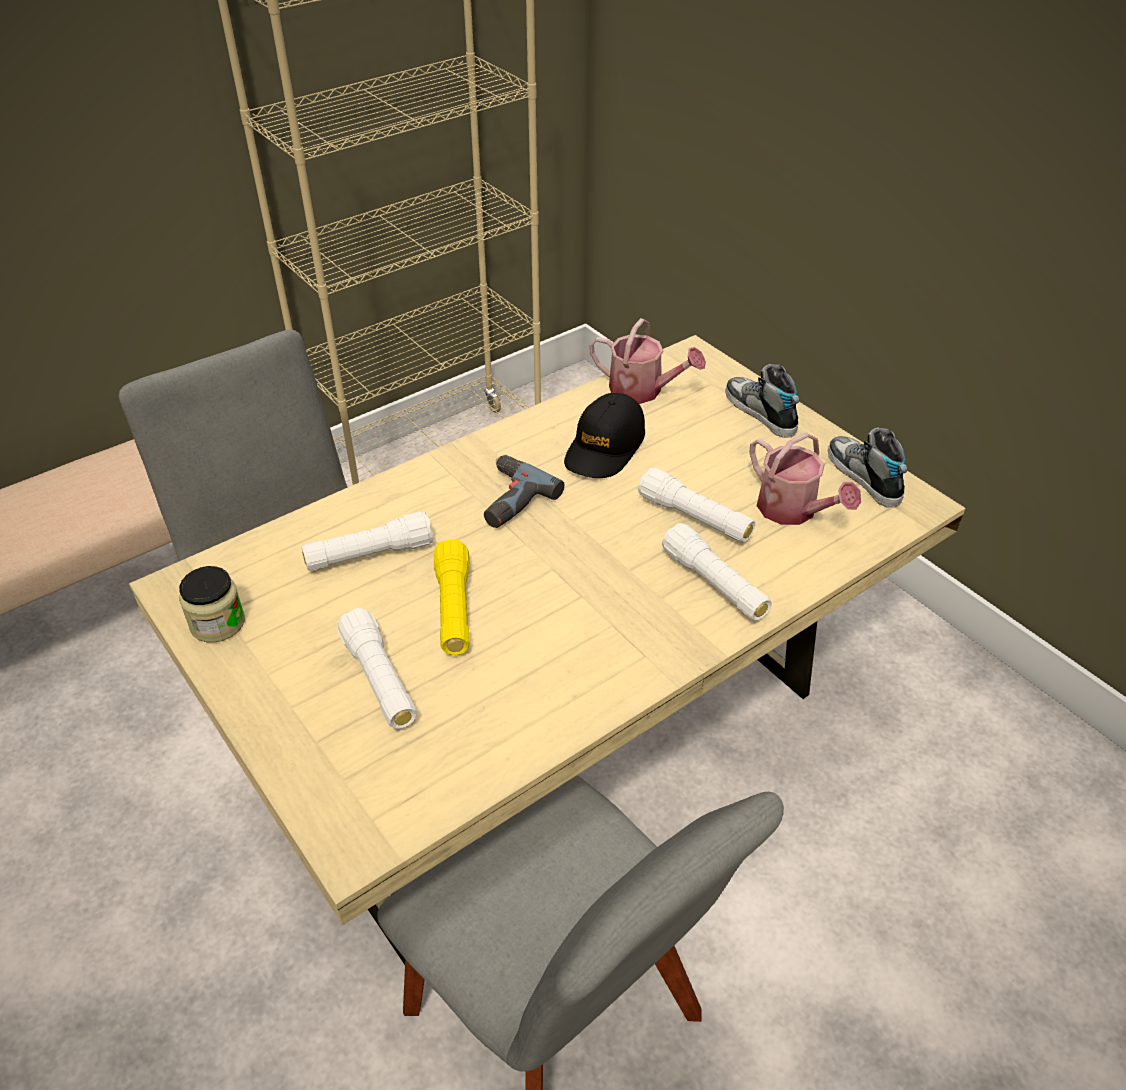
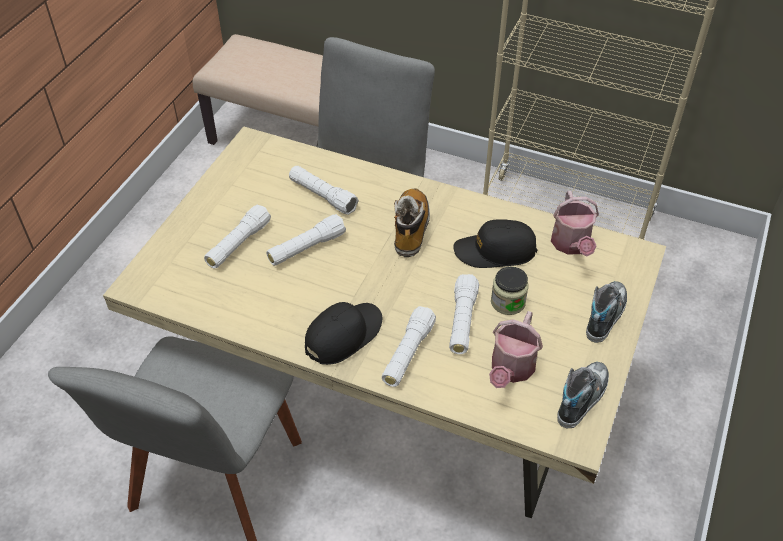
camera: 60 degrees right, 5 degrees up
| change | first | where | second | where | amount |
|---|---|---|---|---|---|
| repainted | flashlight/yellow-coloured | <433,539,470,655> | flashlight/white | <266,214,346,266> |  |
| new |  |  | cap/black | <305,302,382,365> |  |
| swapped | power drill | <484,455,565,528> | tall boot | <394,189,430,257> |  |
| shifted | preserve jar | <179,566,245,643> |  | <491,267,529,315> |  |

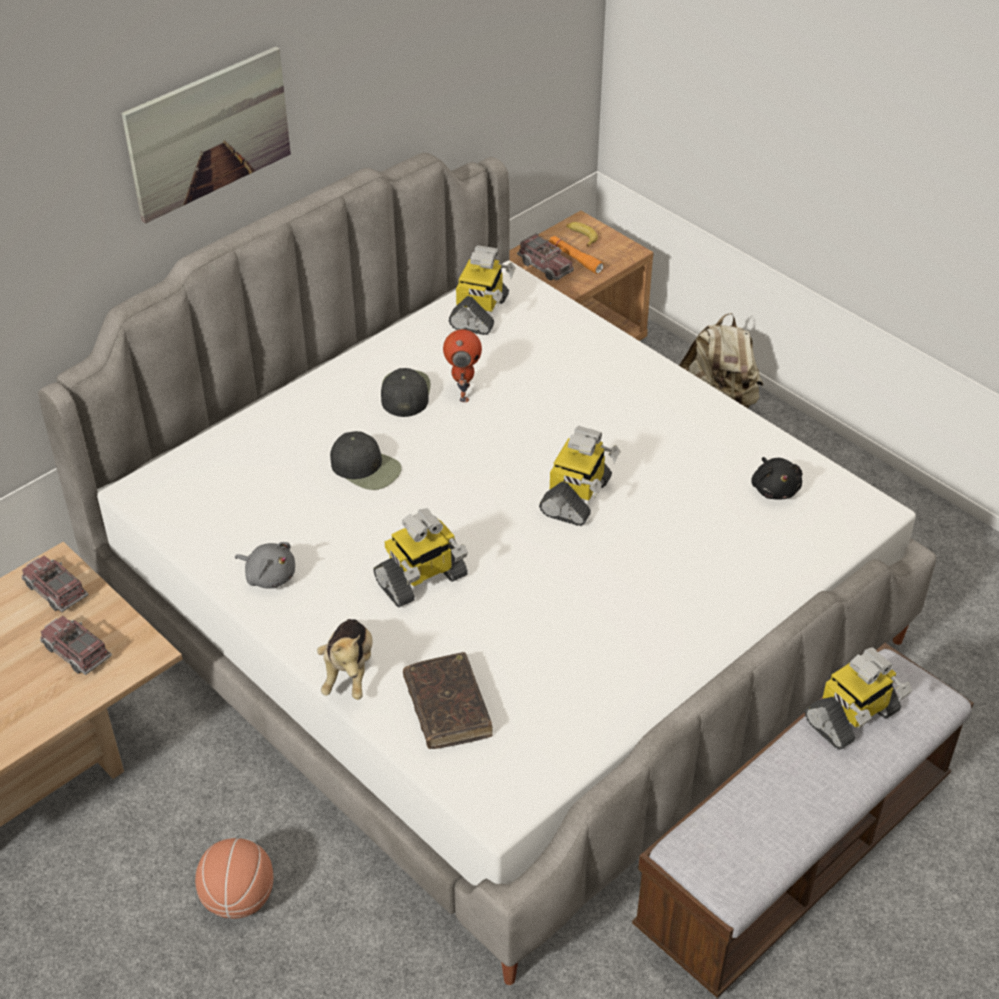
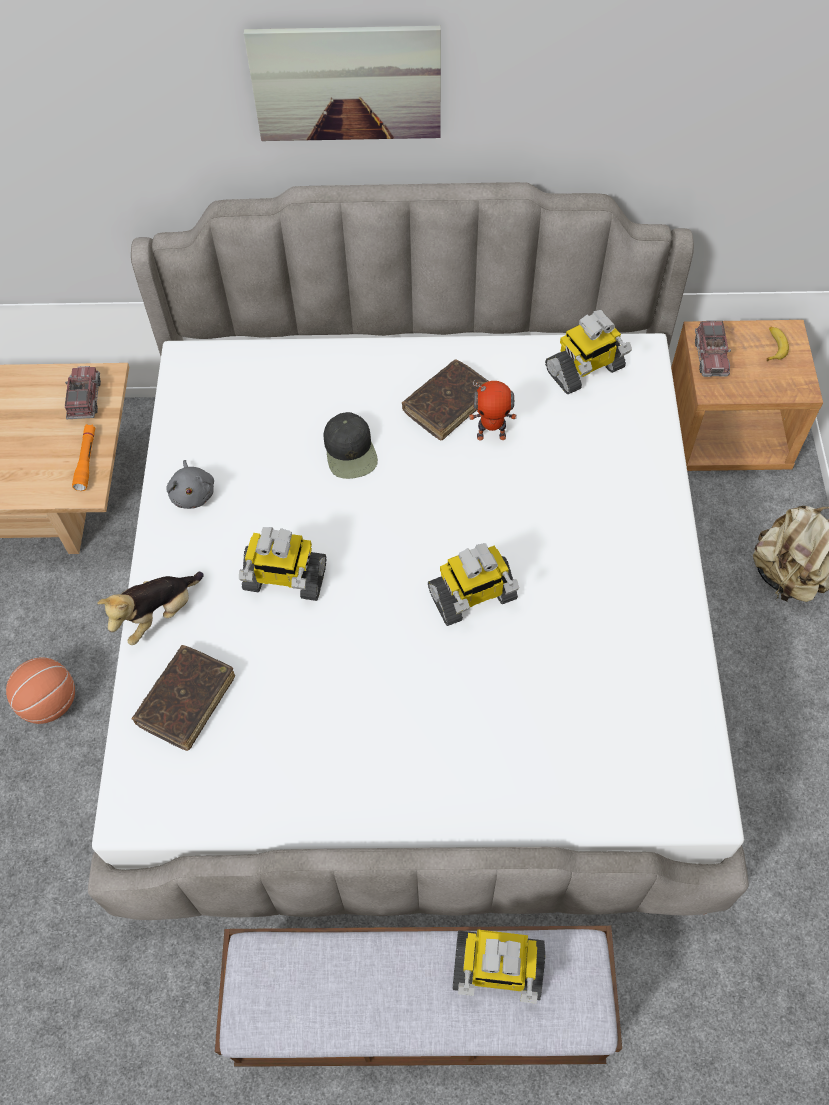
camera: 45 degrees right, 15 degrees up
| change | first | where | second | where | amount |
|---|---|---|---|---|---|
| shifted | flashlight/orangey | <549,236,604,274> |  | <72,424,95,491> |  |
| swapped | cap/black | <381,368,431,417> | volume/brown | <402,359,488,440> |  |
| rotated | toy robot | <443,329,482,402> |  | <469,380,517,440> | 45 degrees clockwise |
| gone | model truck | <40,616,112,675> |  |  |  |
| gone | soft toy/black | <751,457,803,500> |  |  |  |

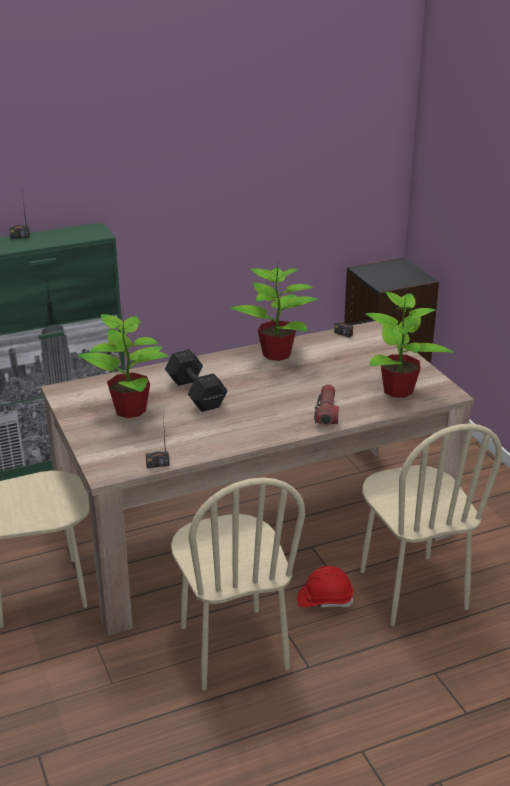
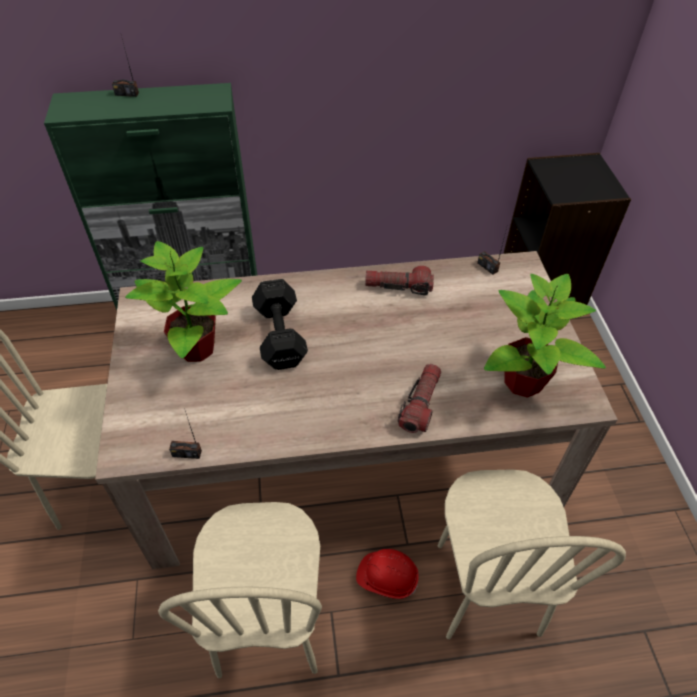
camera: 15 degrees right, 20 degrees up
| change | first | where | second | where | amount |
|---|---|---|---|---|---|
| swapped | houseplant | <231,263,318,361> | flashlight | <365,266,434,296> |  |

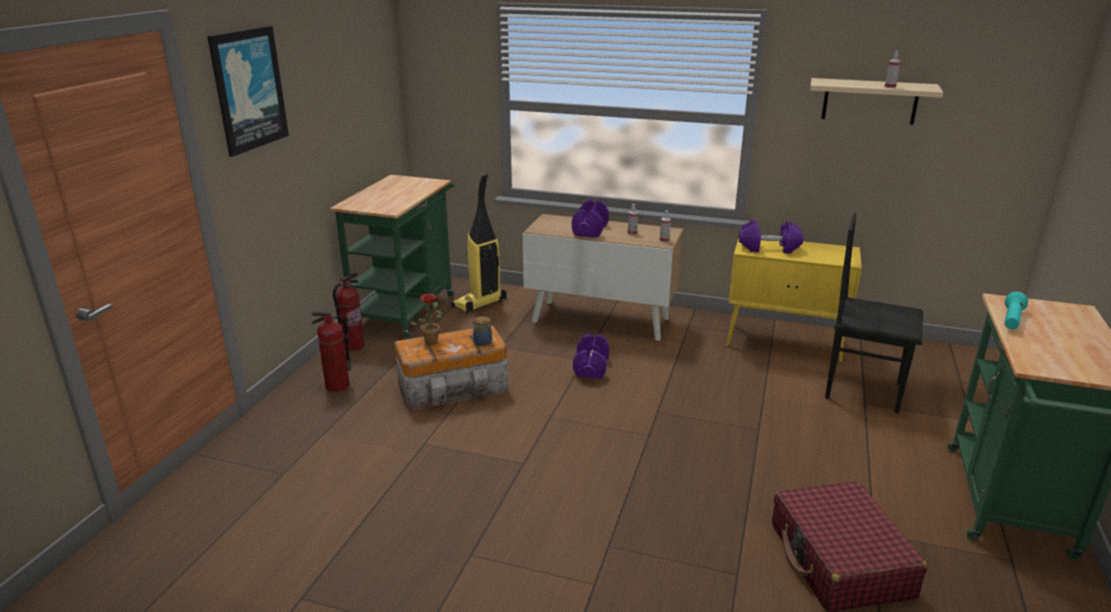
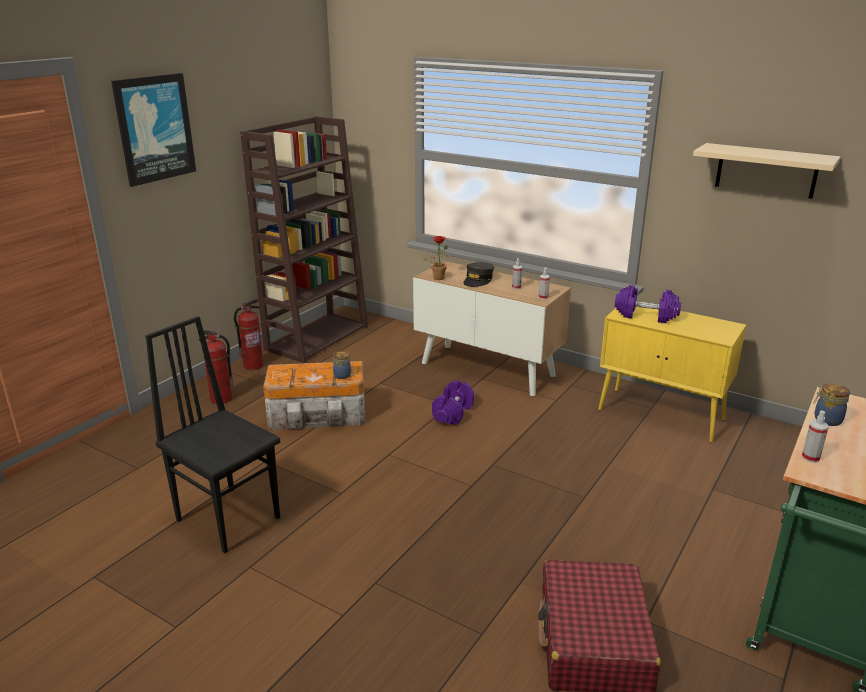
camera: 15 degrees right, 0 degrees up
| change | first | where | second | where | amount |
|---|---|---|---|---|---|
| shifted | plain chair/black | <825,213,923,413> |  | <145,316,280,553> |  |
| swapped | wheeled cart/green-coloured | <330,175,455,339> | shelving unit/brown | <240,116,368,363> |  |
| shifted | houseplant | <411,294,442,345> |  | <423,236,450,280> |  |
| swapped | hand weight/purple-coloured | <572,199,609,238> | cap/greyish | <463,262,494,287> |  |
| shifted | sprayer | <885,51,901,88> |  | <802,410,829,463> |  |
| swapped | flashlight/blue-green | <1005,292,1028,329> | preserve jar | <813,383,850,426> |  |
| gone | vacuum | <451,173,507,313> |  |  |  |

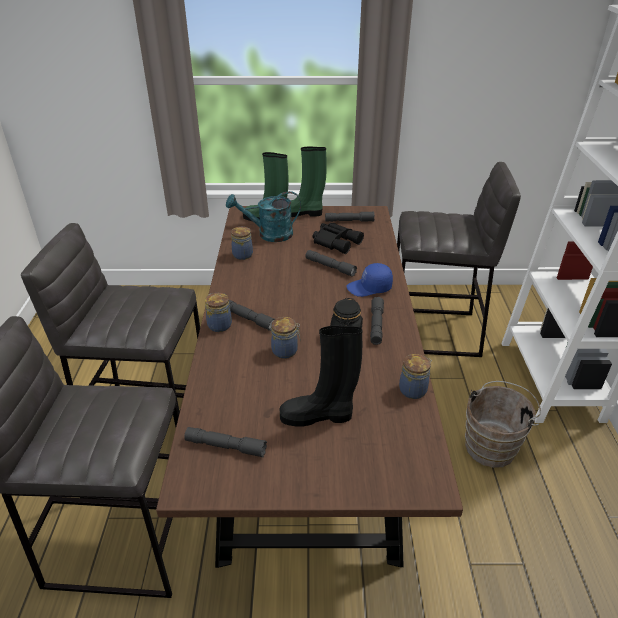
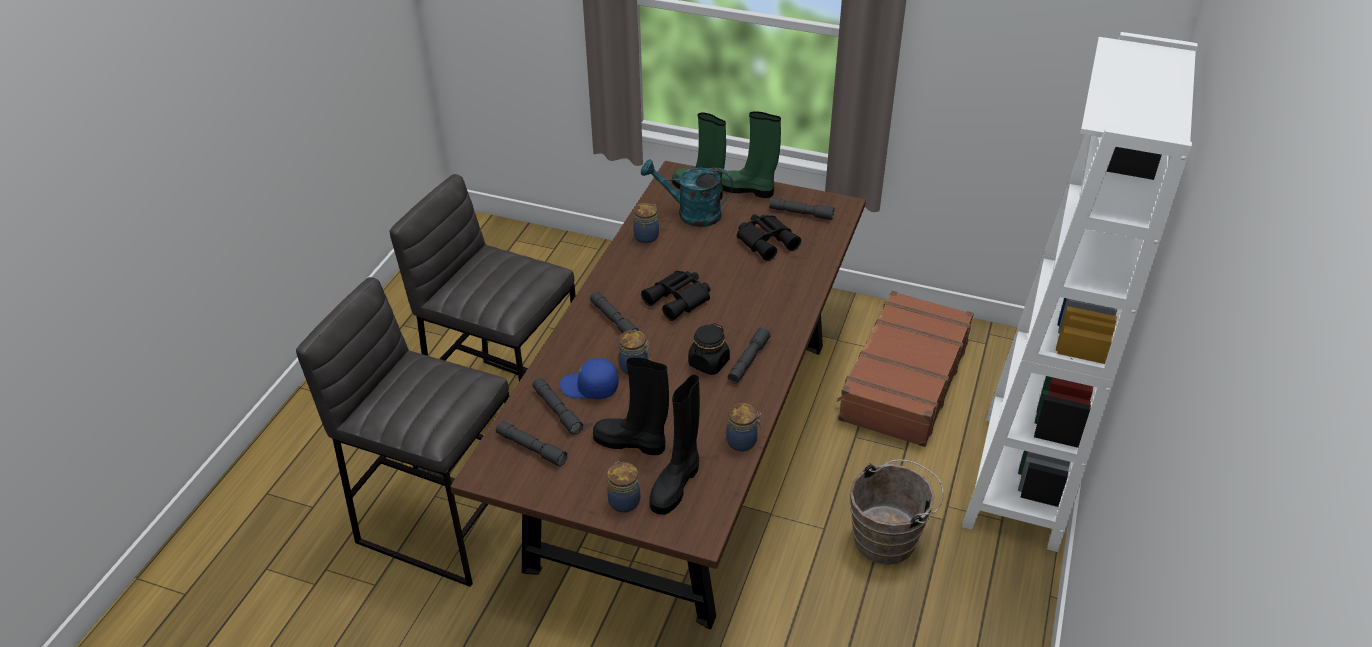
camera: 20 degrees right, 5 degrees up
| change | first | where | second | where | amount |
|---|---|---|---|---|---|
| shifted | flashlight/greyish | <306,250,357,277> |  | <532,378,583,435> |  |
| shifted | cap/blue-coloured | <347,263,393,297> |  | <560,358,618,399> |  |
| shifted | preserve jar | <205,293,232,332> |  | <607,461,640,513> |  |
| new |  |  | pair of binoculars/black | <641,271,710,321> |  |
| new |  |  | tall boot/black | <650,375,700,515> |  |
| swapped | stool seat/greyish | <397,162,521,357> | travel case/brown | <836,291,974,447> |  |

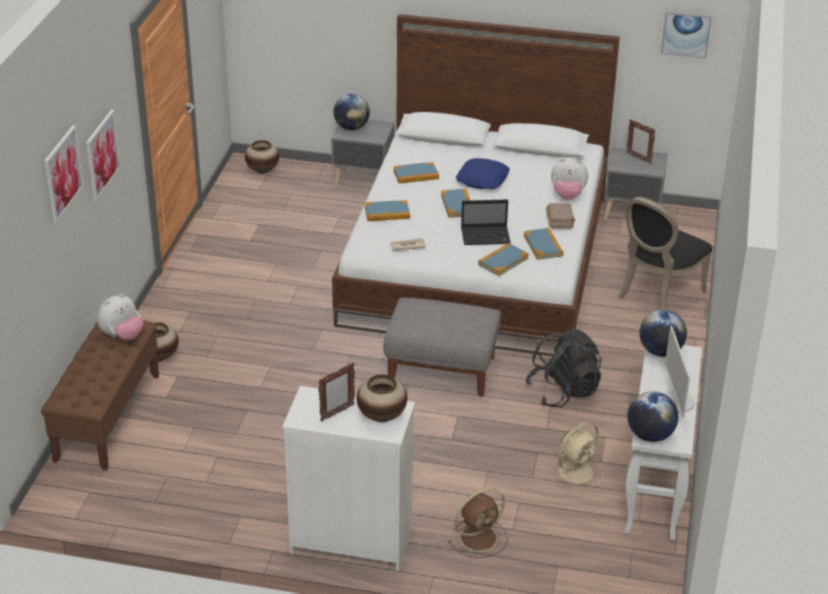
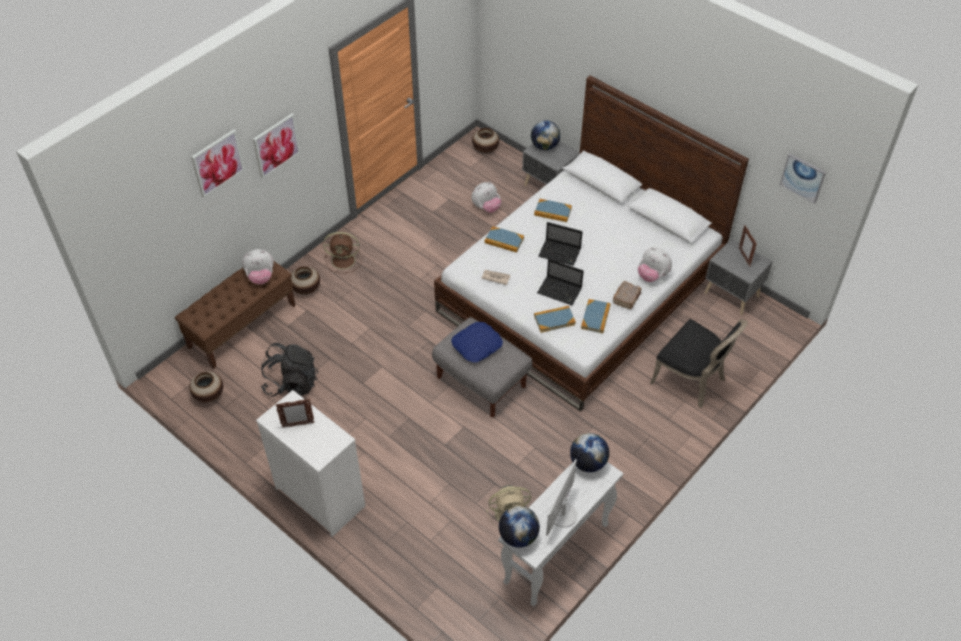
camera: 30 degrees right, 15 degrees up
| change | first | where | second | where | amount |
|---|---|---|---|---|---|
| shifted | decorative vase | <356,374,407,422> |  | <189,371,223,403> |  |
| shifted | rucksack/black | <526,328,602,407> |  | <261,343,318,397> |  |
| shifted | cooling fan/brown | <448,488,508,558> |  | <323,232,362,273> |  |
| shifted | pillow/blue-coloured | <456,158,510,189> |  | <451,322,503,363> |  |
| new |  |  | soft toy | <472,182,501,213> |  |
| swapped | volume | <441,189,470,218> | laptop | <538,222,583,266> |  |
| rotated | plain chair/black | <618,197,712,310> |  | <650,319,748,408> | 120 degrees counterclockwise |

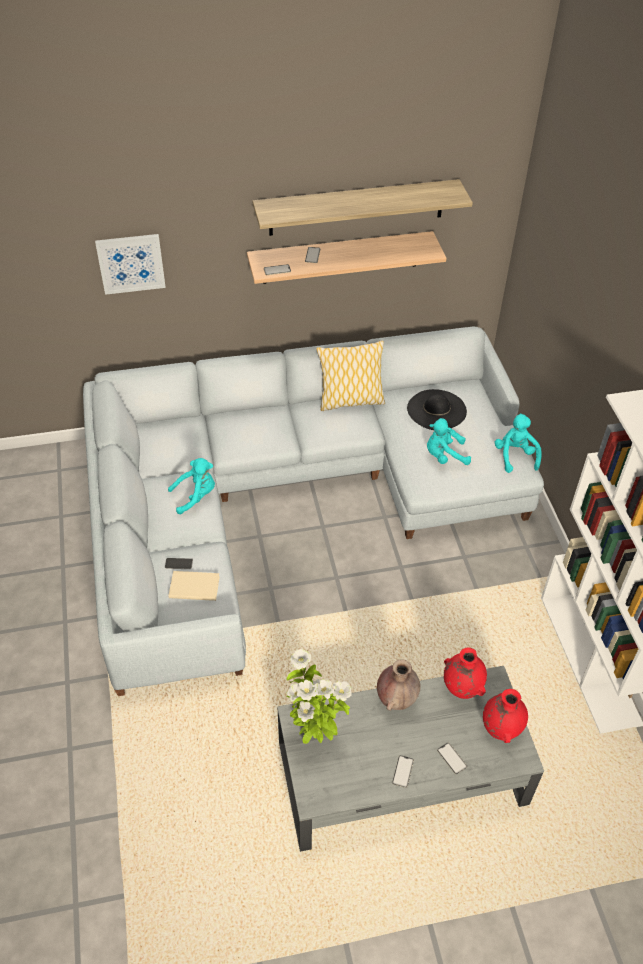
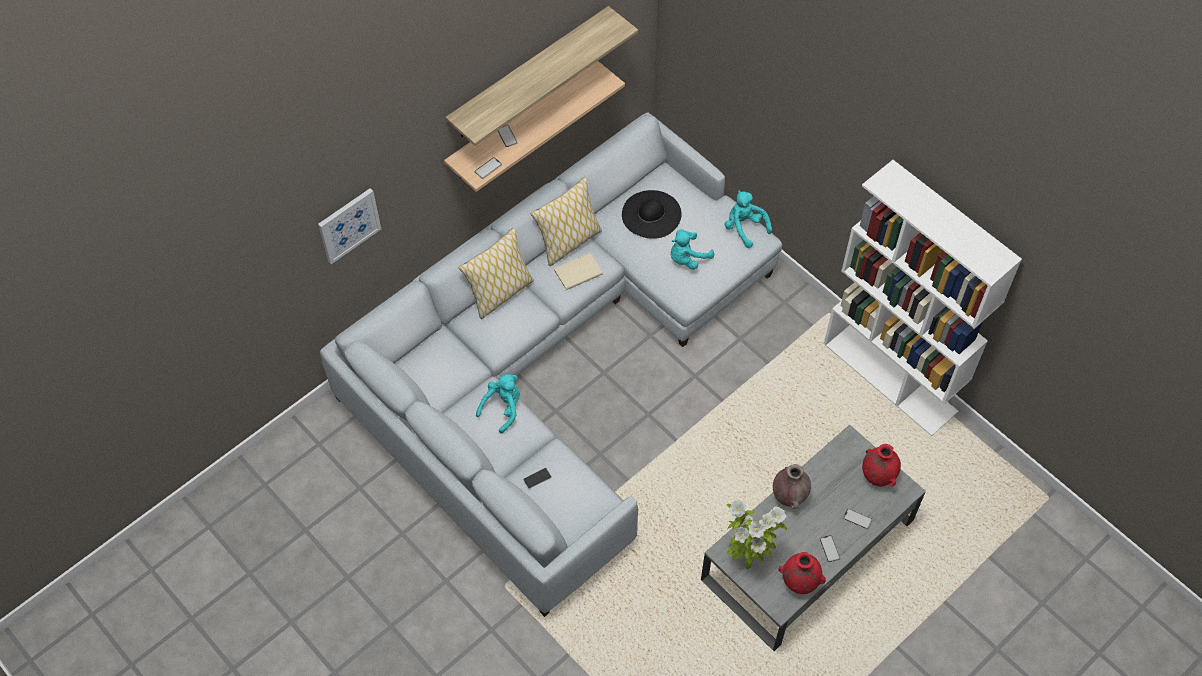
camera: 30 degrees left, 10 degrees up
| change | first | where | second | where | amount |
|---|---|---|---|---|---|
| new |  |  | pillow | <458,228,534,319> |  |
| shifted | volume/beige | <169,571,220,601> |  | <554,253,603,290> |  |
| shifted | decorative vase/red | <444,647,487,699> |  | <779,552,826,594> |  |

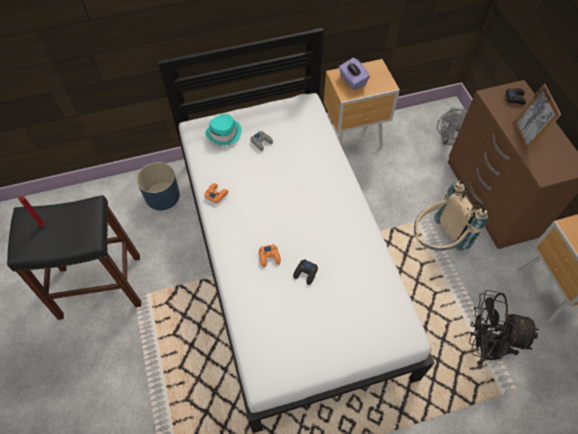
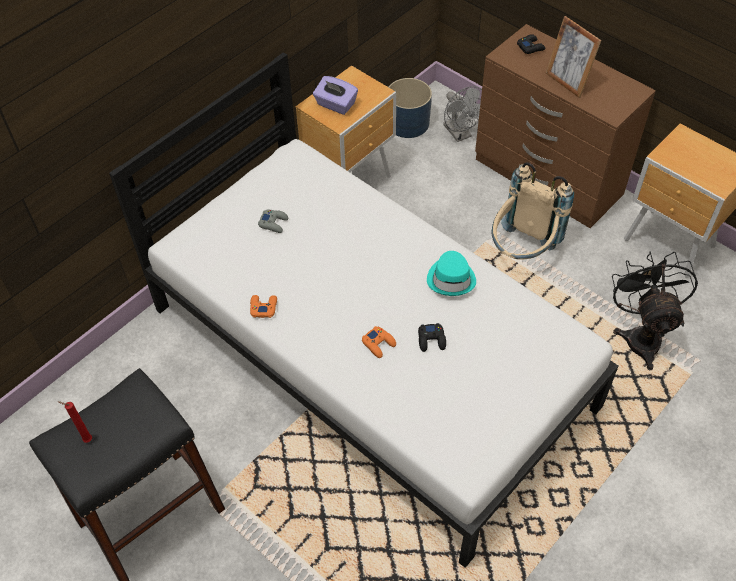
camera: 30 degrees left, 5 degrees down
| change | first | where | second | where | amount |
|---|---|---|---|---|---|
| shifted | planter/blue-coloured | <137,162,180,210> |  | <389,78,432,138> |  |
| shifted | hat/blue-green | <205,114,242,145> |  | <427,251,476,296> |  |
| rotated | cooling fan/black | <469,290,539,366> |  | <612,252,698,370> | 105 degrees clockwise |

